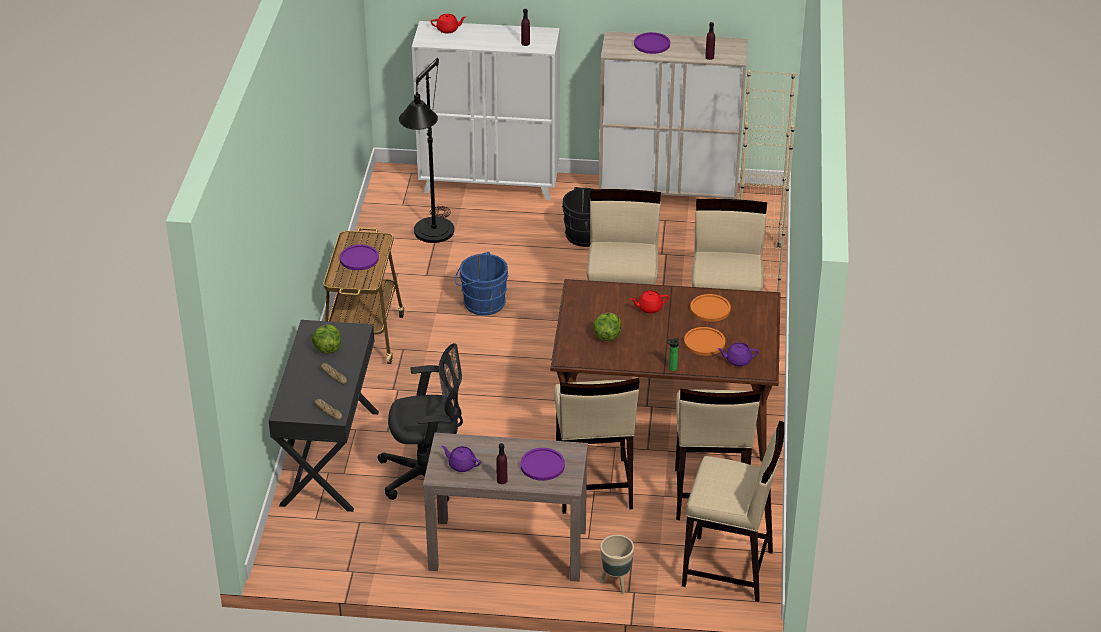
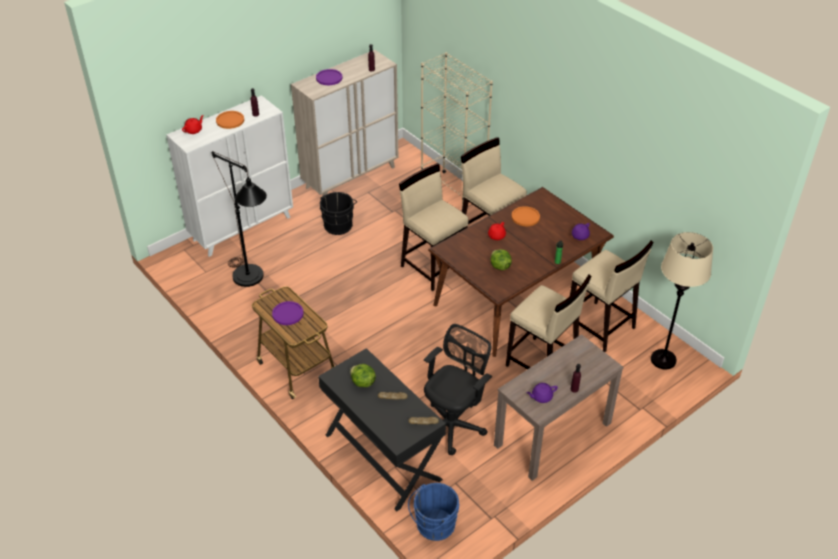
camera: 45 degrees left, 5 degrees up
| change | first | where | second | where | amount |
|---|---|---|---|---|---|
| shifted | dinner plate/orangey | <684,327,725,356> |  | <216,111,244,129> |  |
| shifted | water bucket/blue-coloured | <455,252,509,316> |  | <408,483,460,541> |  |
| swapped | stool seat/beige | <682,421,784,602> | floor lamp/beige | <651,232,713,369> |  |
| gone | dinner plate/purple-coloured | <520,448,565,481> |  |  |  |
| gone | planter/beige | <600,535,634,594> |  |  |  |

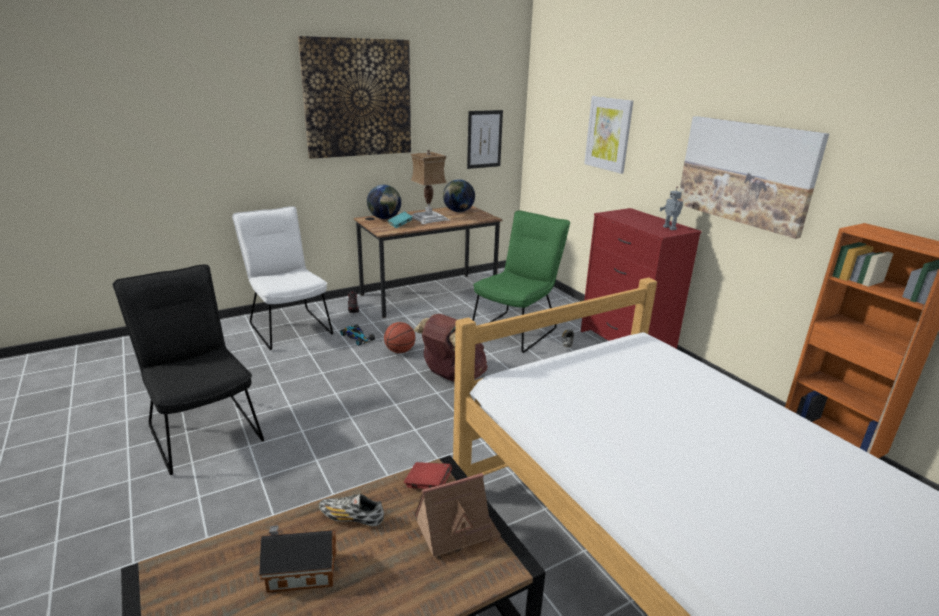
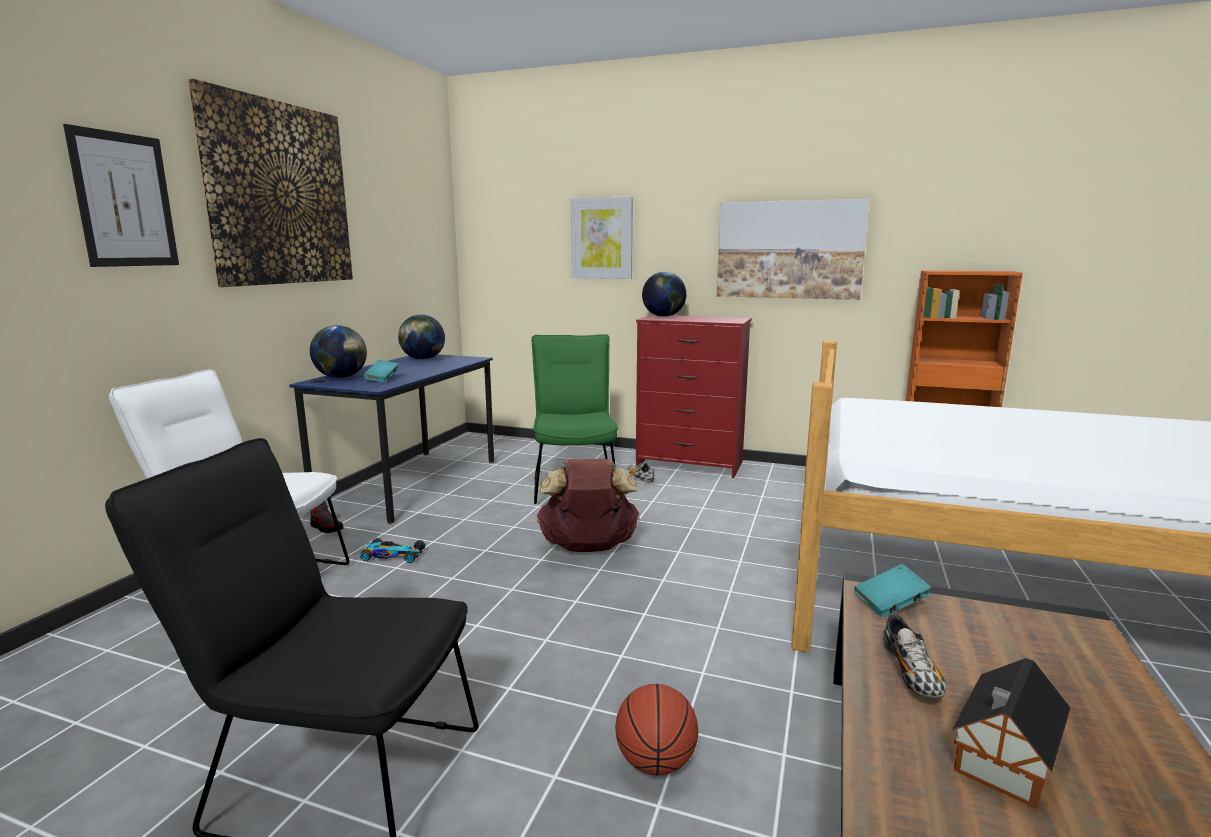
camera: 40 degrees left, 10 degrees down
| change | first | where | second | where | amount |
|---|---|---|---|---|---|
| shifted | wall picture | <467,110,503,169> |  | <63,124,179,267> |  |
| repainted | desk/brown | <354,206,503,318> | desk/blue-coloured | <289,354,494,524> |  |
| shifted | ball for basketball | <384,322,415,353> |  | <615,684,698,775> |  |
| new |  |  | globe | <642,272,687,317> |  |
| repainted | volume/red | <404,462,452,489> | volume/blue-green | <854,564,931,617> |  |
| rotated | low shoe | <319,494,384,527> |  | <884,615,947,700> | 60 degrees counterclockwise |
| gone | tabletop lamp | <411,150,450,225> |  |  |  |
| gone | toy house | <414,473,501,558> |  |  |  |
| gone | toy robot | <659,186,683,230> |  |  |  |

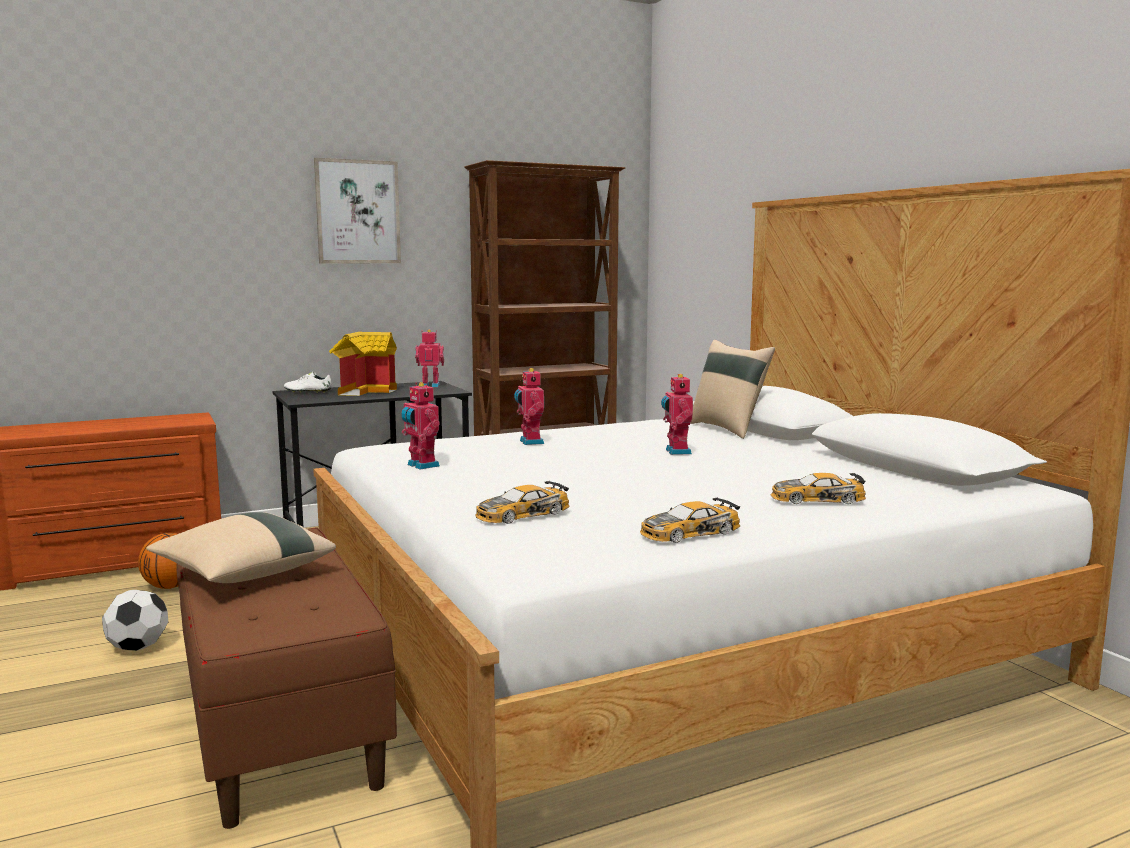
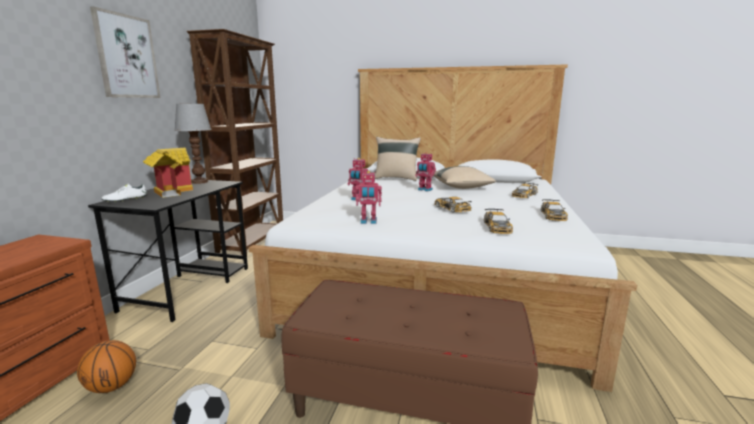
camera: 50 degrees left, 5 degrees up
| change | first | where | second | where | amount |
|---|---|---|---|---|---|
| swapped | toy robot | <415,330,444,387> | tabletop lamp | <174,104,212,184> |  |
| shifted | pillow/beige | <146,512,336,583> |  | <434,166,496,189> |  |
| new |  |  | miniature car | <435,197,472,213> |  |

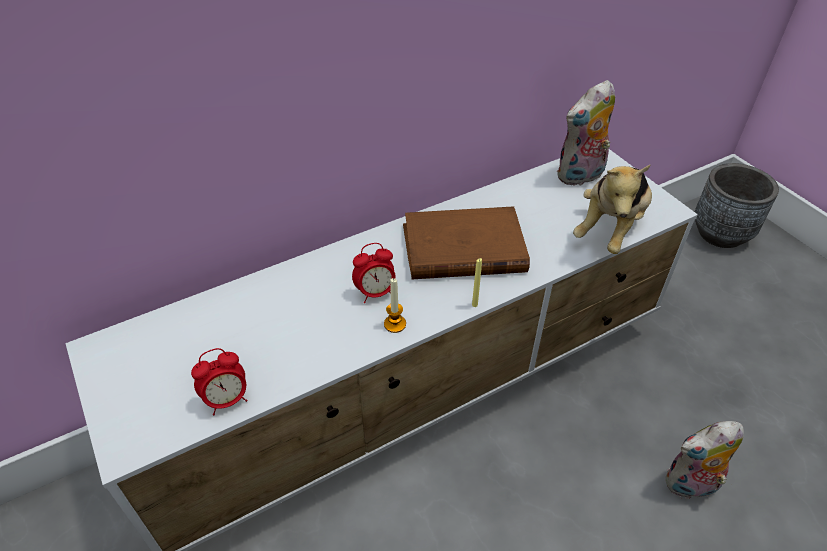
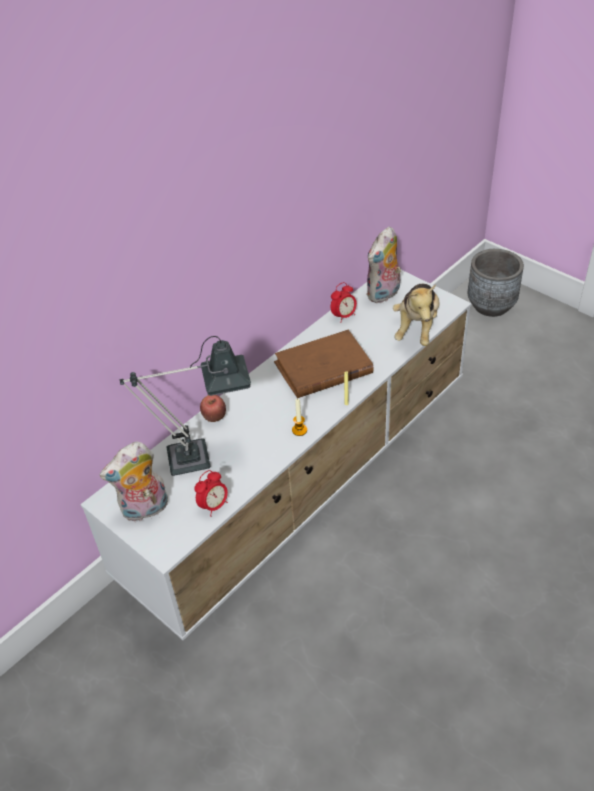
camera: 15 degrees left, 0 degrees up
| change | first | where | second | where | amount |
|---|---|---|---|---|---|
| shifted | soft toy | <665,421,744,499> |  | <100,442,168,523> |  |
| new |  |  | tabletop lamp | <120,336,251,476> |  |
| new |  |  | apple | <200,395,226,422> |  |
| shifted | alarm clock | <352,243,396,303> |  | <331,282,357,323> |  |

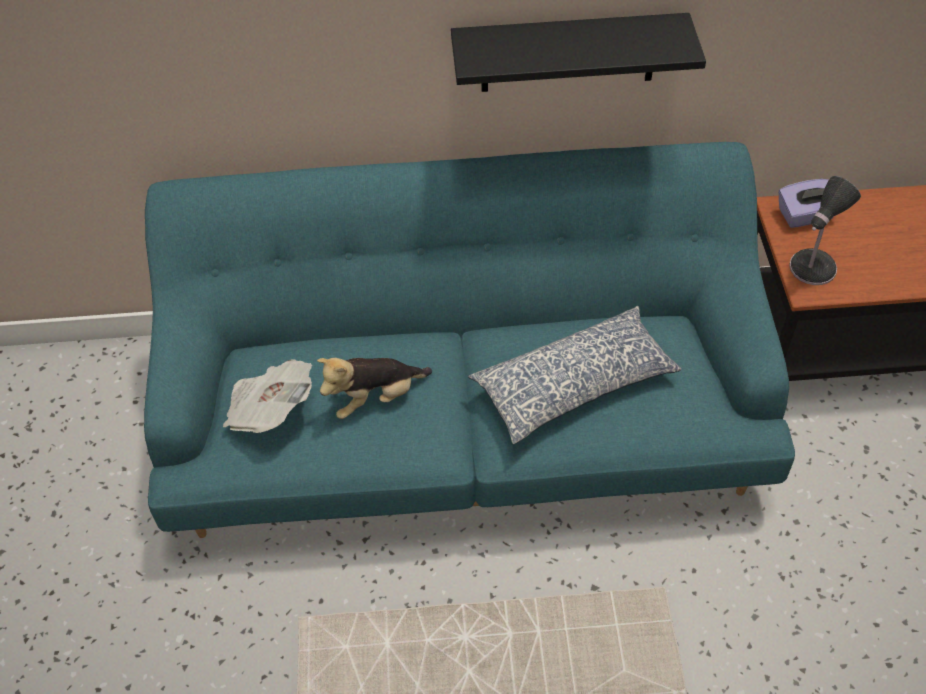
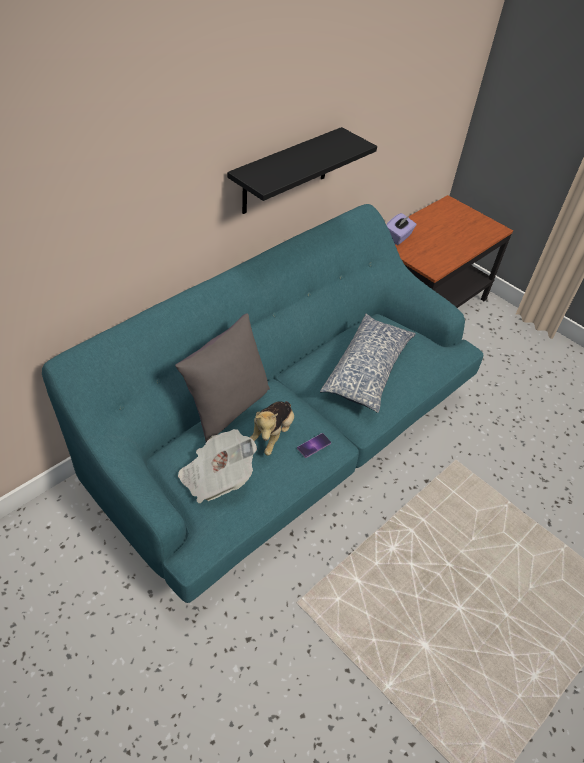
camera: 45 degrees left, 5 degrees down
| change | first | where | second | where | amount |
|---|---|---|---|---|---|
| new |  |  | pillow/greyish | <175,314,270,442> |  |
| new |  |  | telephone | <297,433,331,458> |  |
| gone | tabletop lamp | <789,176,861,285> |  |  |  |

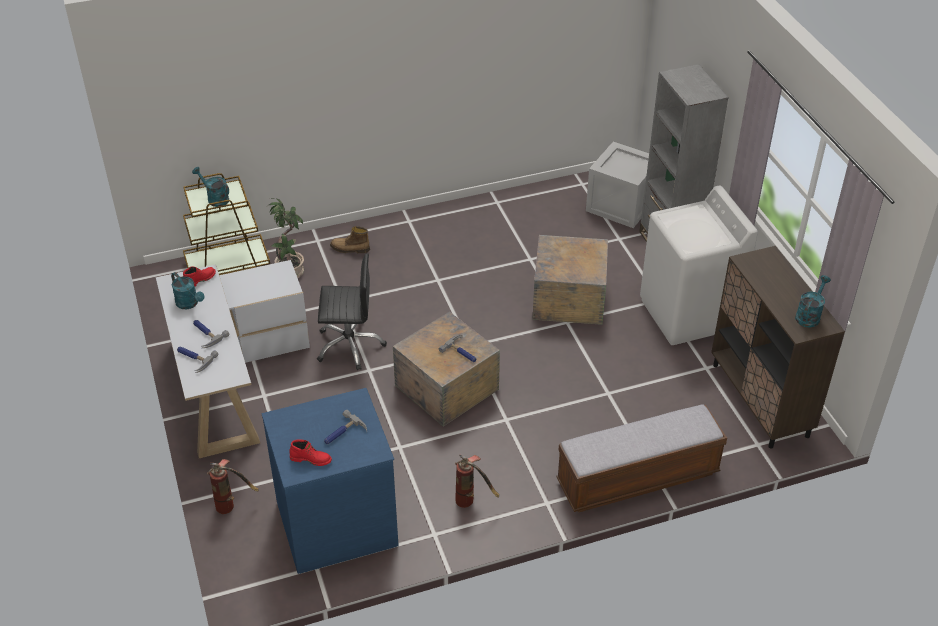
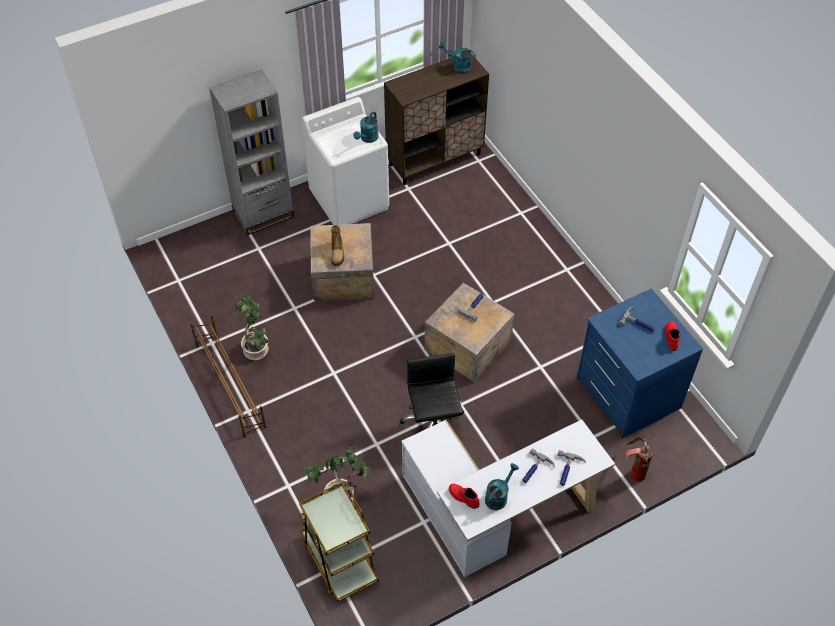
camera: 100 degrees left, 10 degrees up
| change | first | where | second | where | amount |
|---|---|---|---|---|---|
| new |  |  | shoe rack/brown | <190,316,266,438> |  |
| new |  |  | houseplant | <234,294,269,360> |  |
| shifted | tall boot | <330,226,370,253> |  | <331,225,344,266> |  |
| shifted | sprinkling can/blue-green | <192,167,229,207> |  | <353,112,379,143> |  |
| gone | fire-fighting cylinder | <455,455,499,508> |  |  |  |
| gone | long seat | <556,404,727,512> |  |  |  |
| gone | crate | <586,142,649,228> |  |  |  |

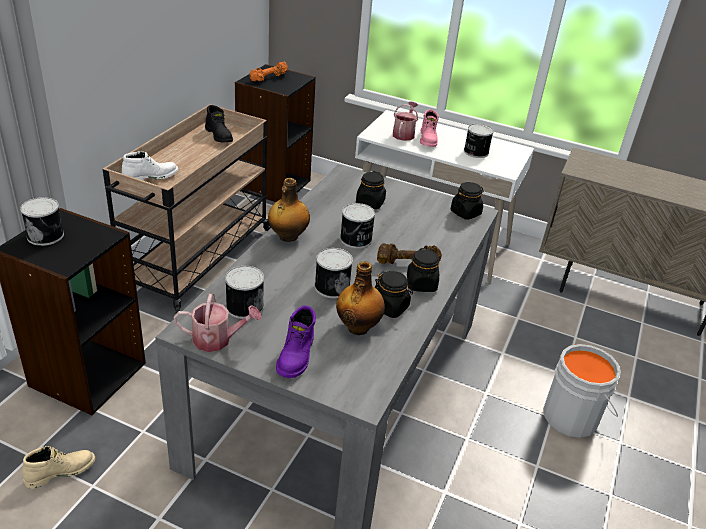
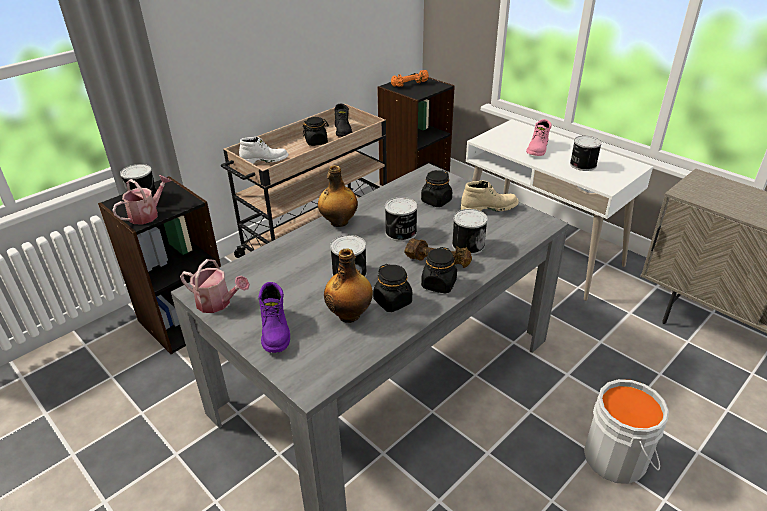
camera: 25 degrees right, 0 degrees up
| change | first | where | second | where | amount |
|---|---|---|---|---|---|
| shifted | sprinkling can | <393,102,418,141> |  | <112,175,171,224> |  |
| rotated | tall boot/purple-coloured | <276,305,316,378> |  | <259,282,290,353> | 45 degrees counterclockwise |
| shifted | preserve jar/black | <451,182,483,220> |  | <303,117,329,146> |  |
| shifted | can | <225,266,264,319> |  | <452,209,488,255> |  |
| shifted | tall boot/beige | <22,446,95,489> |  | <461,180,519,211> |  |

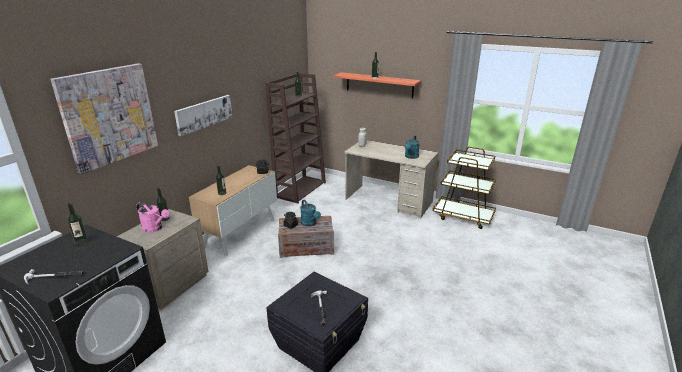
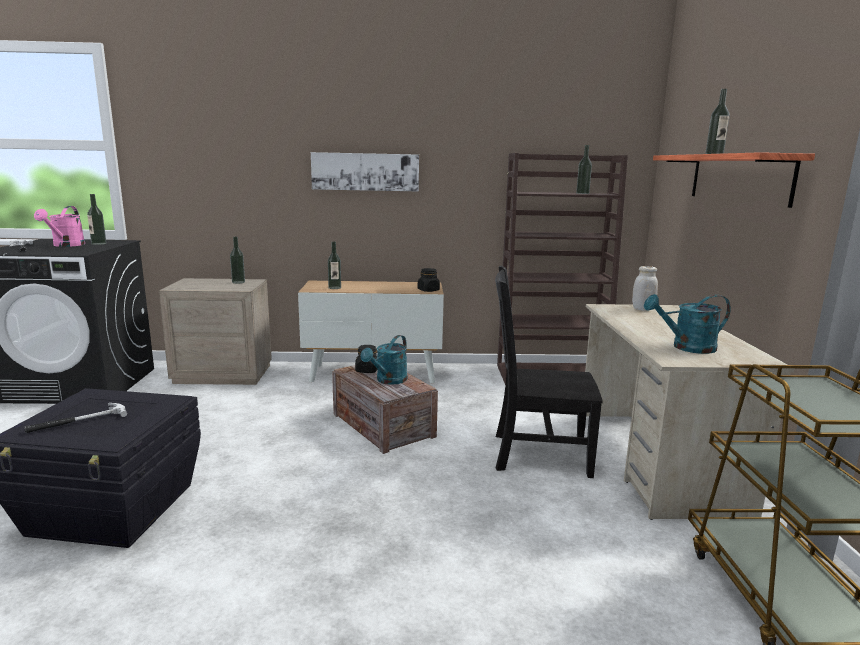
camera: 60 degrees right, 10 degrees down
| change | first | where | second | where | amount |
|---|---|---|---|---|---|
| shifted | sprinkling can/pink-coloured | <137,202,170,233> |  | <34,206,85,247> |  |
| new |  |  | plain chair/black | <495,266,603,478> |  |
| gone | wall picture | <50,63,158,174> |  |  |  |

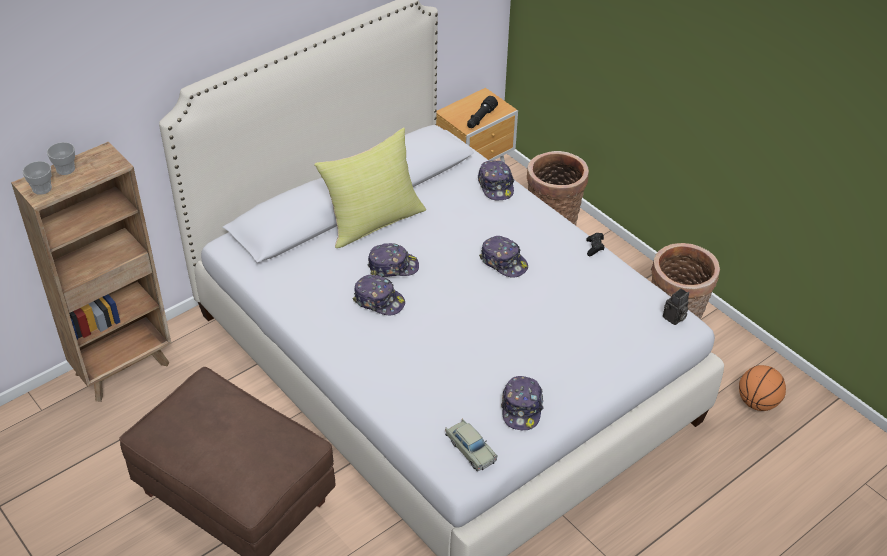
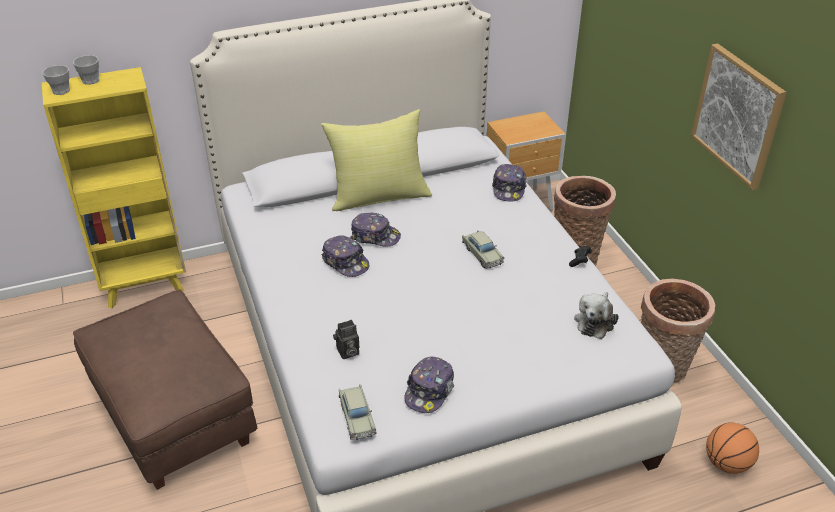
camera: 20 degrees right, 5 degrees down
| change | first | where | second | where | amount |
|---|---|---|---|---|---|
| repainted | shelving unit/brown | <11,142,171,402> | shelving unit/yellow-coloured | <42,67,186,308> |  |
| shifted | still camera | <663,288,689,325> |  | <333,320,359,359> |  |
| swapped | cap | <479,236,528,277> | miniature car/beige | <462,230,504,269> |  |
| new |  |  | soft toy | <574,292,619,339> |  |
| new |  |  | wall picture | <691,44,787,190> |  |
| gone | flashlight/black | <467,96,498,128> |  |  |  |

